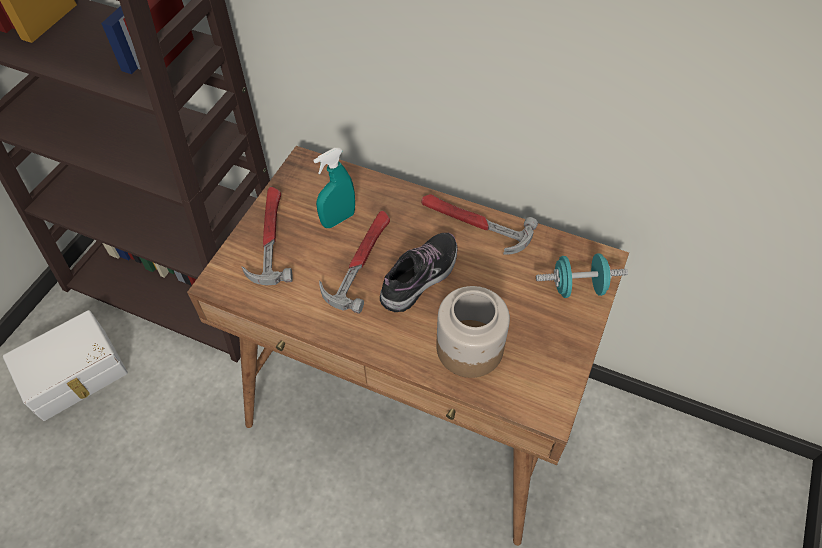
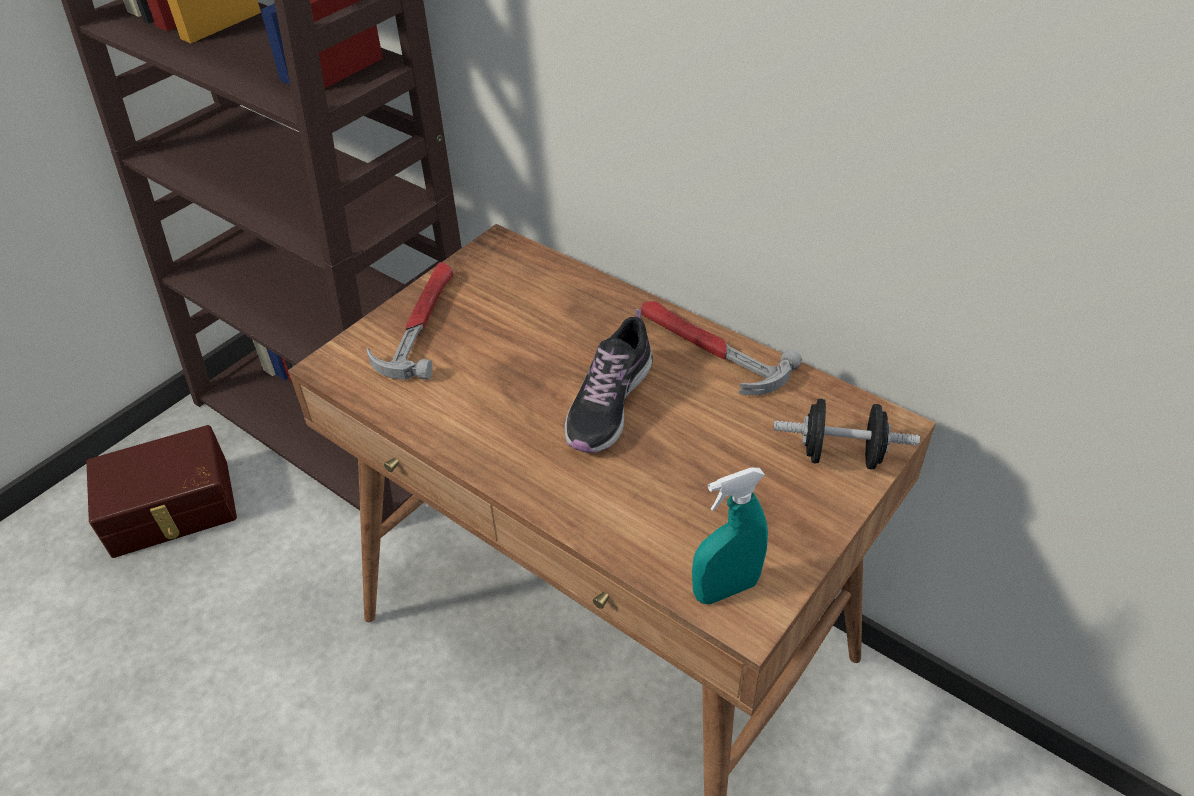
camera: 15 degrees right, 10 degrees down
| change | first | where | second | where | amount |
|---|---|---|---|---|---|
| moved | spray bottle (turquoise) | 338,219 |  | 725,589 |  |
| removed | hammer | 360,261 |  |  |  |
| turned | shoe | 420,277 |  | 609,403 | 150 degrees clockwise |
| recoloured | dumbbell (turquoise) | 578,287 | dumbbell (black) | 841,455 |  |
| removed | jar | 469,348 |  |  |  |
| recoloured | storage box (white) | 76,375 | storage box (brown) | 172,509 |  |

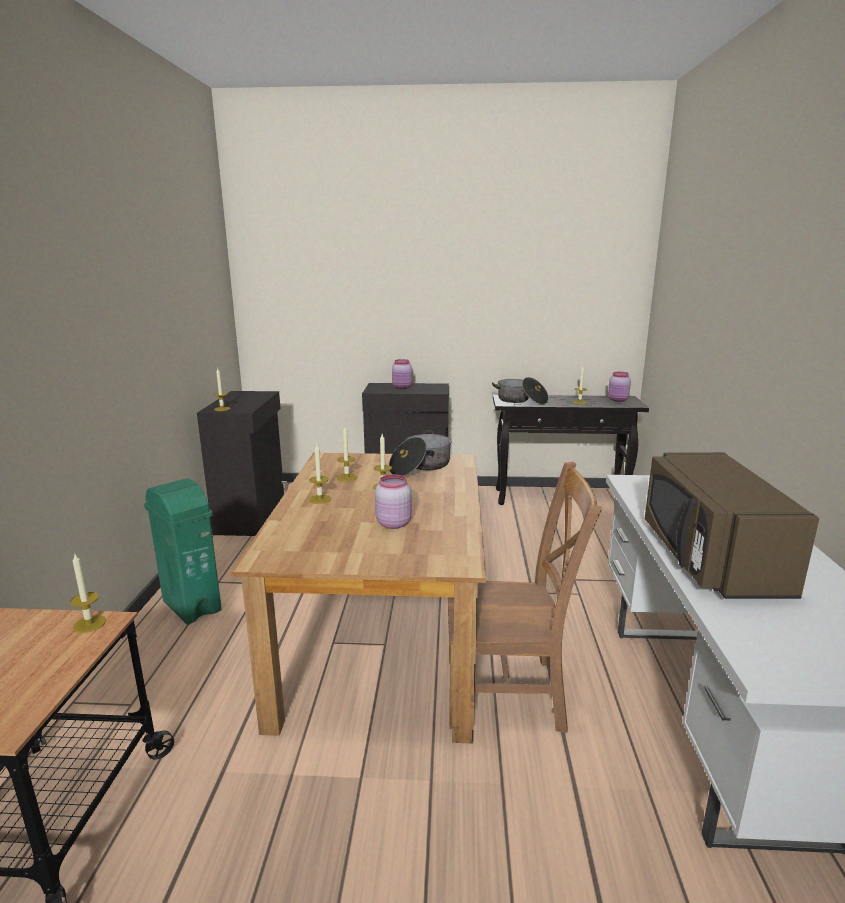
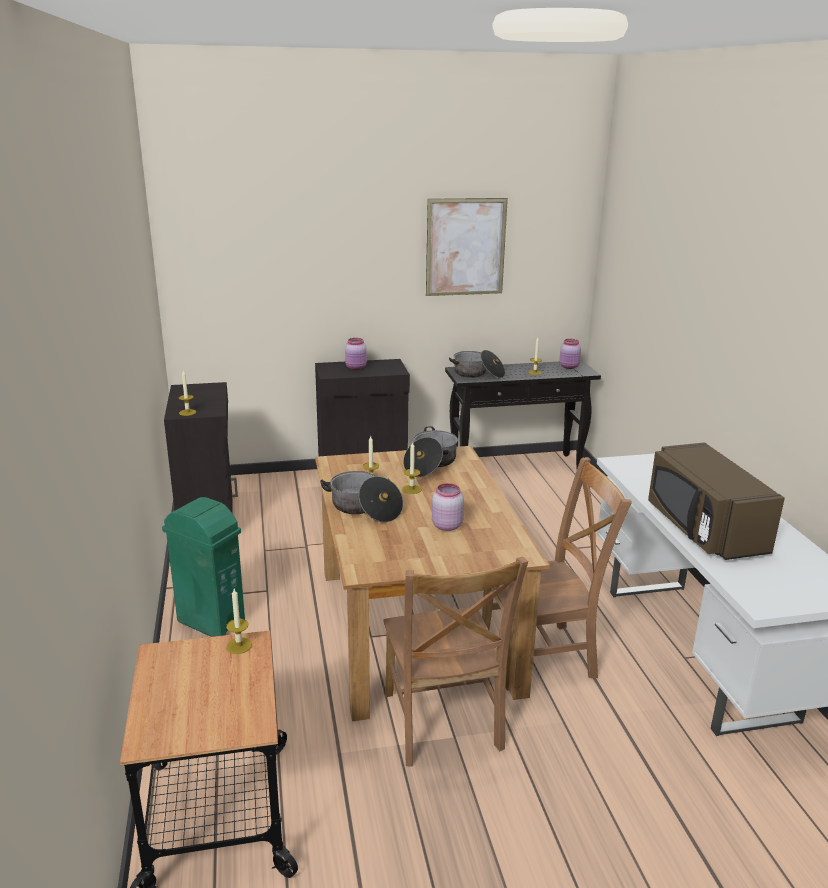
camera: 15 degrees left, 5 degrees up
| change | first | where | second | where | amount |
|---|---|---|---|---|---|
| replaced | candle | 320,499 | cooking pot | 364,508 |  |
| added |  |  | picture | 465,247 |  |
| added |  |  | chair (brown) | 442,724 |  |

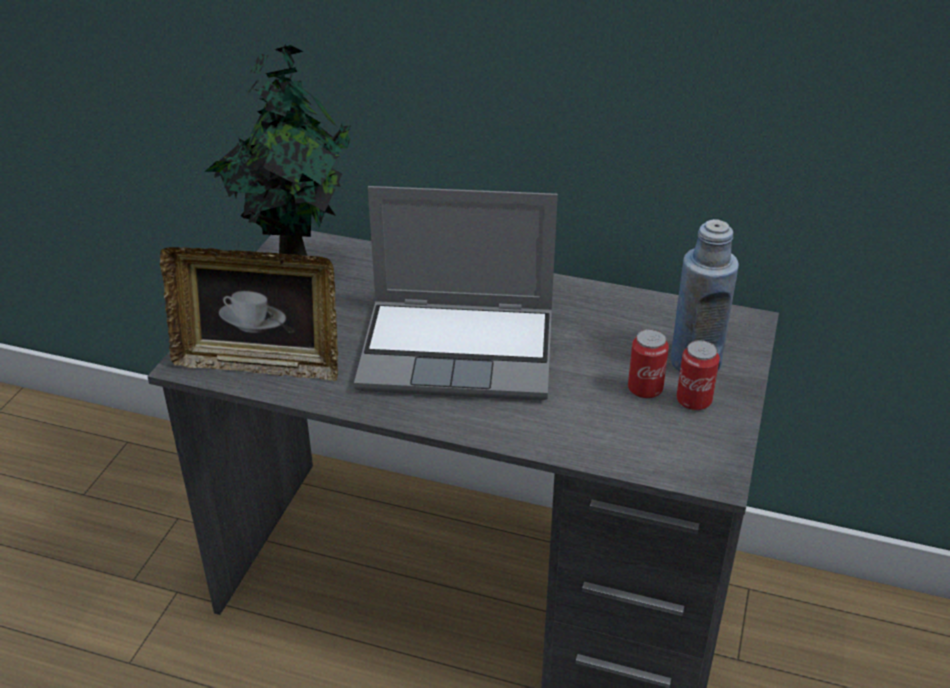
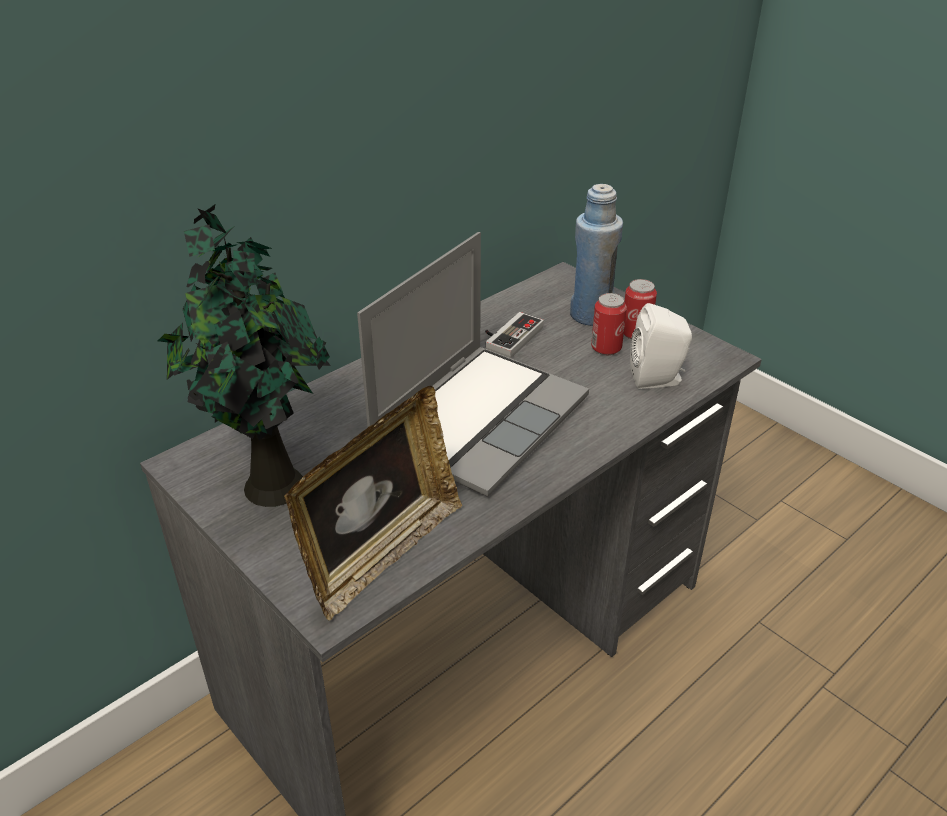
camera: 60 degrees left, 0 degrees up
| change | first | where | second | where | amount |
|---|---|---|---|---|---|
| added |  |  | speaker (white) | 658,379 |  |
| added |  |  | game controller | 508,337 |  |

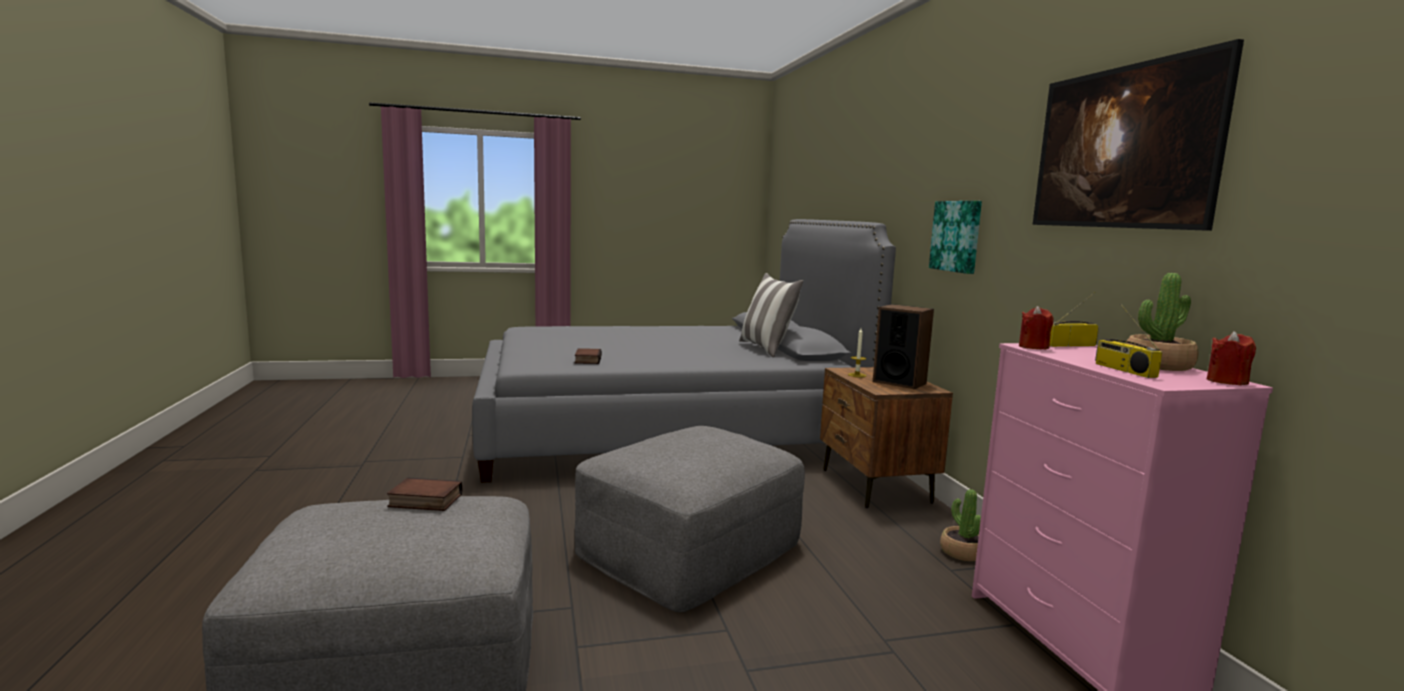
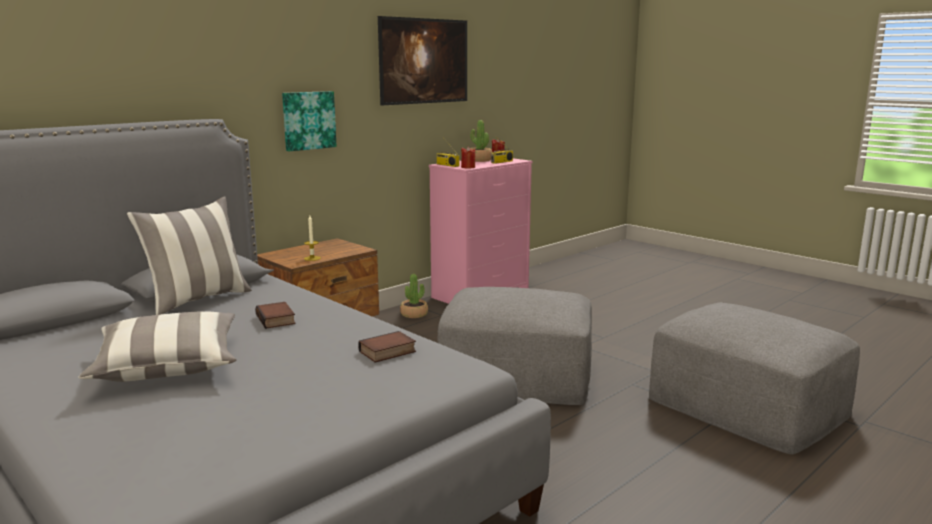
camera: 120 degrees left, 5 degrees up
| change | first | where | second | where | amount |
|---|---|---|---|---|---|
| removed | speaker | 899,382 |  |  |  |
| moved | book | 423,501 |  | 277,319 |  |
| added |  |  | pillow | 168,366 |  |

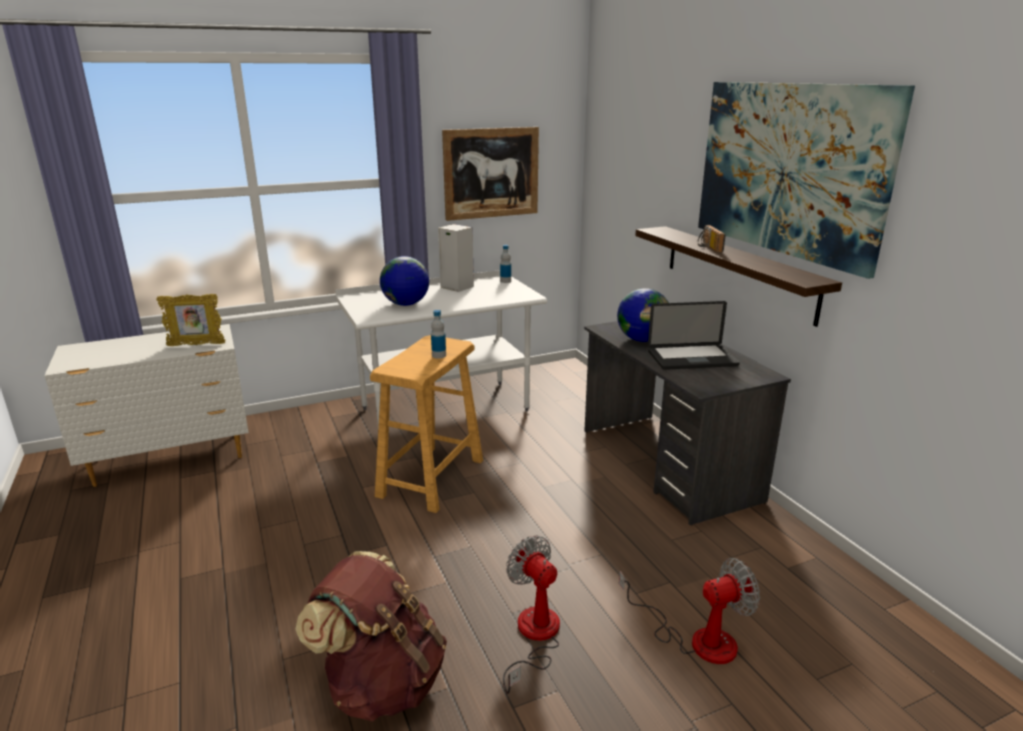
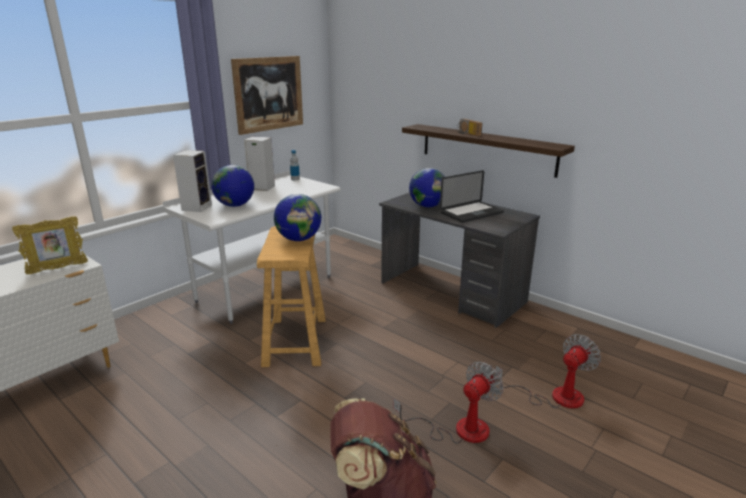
camera: 25 degrees left, 0 degrees up
| change | first | where | second | where | amount |
|---|---|---|---|---|---|
| removed | picture | 788,170 |  |  |  |
| replaced | bottle | 439,355 | globe | 299,239 |  |
| turned | fan | 534,636 |  | 459,429 | 105 degrees clockwise |
| added |  |  | speaker | 197,207 |  |

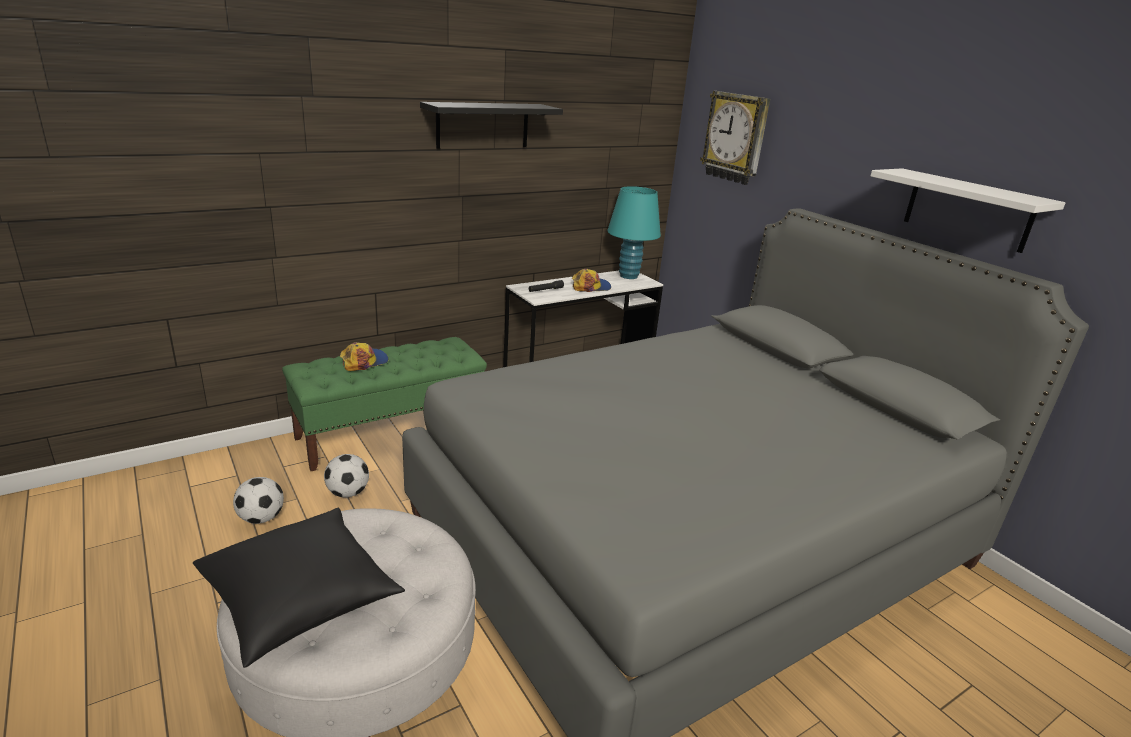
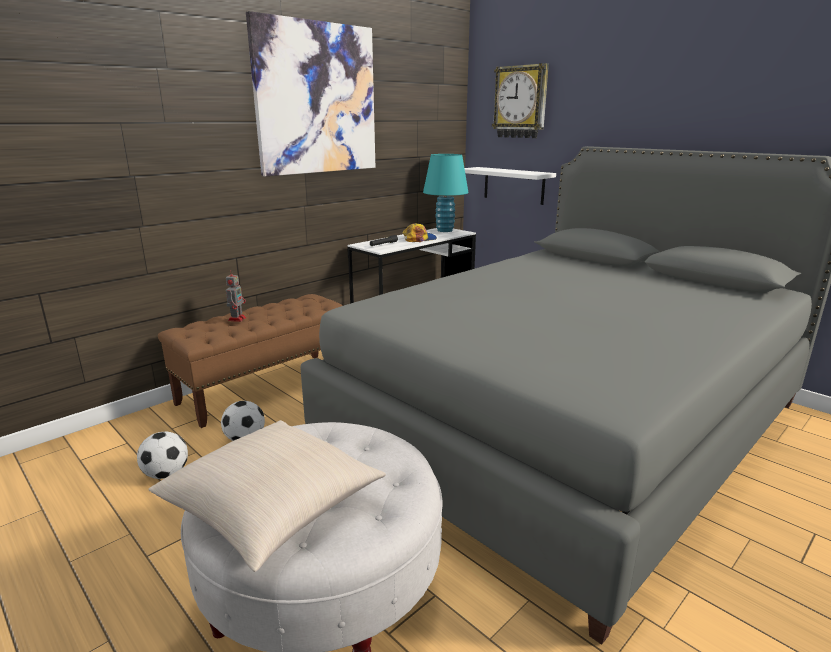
camera: 10 degrees left, 5 degrees down
| change | first | where | second | where | amount |
|---|---|---|---|---|---|
| replaced | shelf (black) | 483,125 | picture | 316,99 |  |
| moved | shelf (white) | 968,210 |  | 513,185 |  |
| recoloured | bench (green) | 391,433 | bench (brown) | 266,387 |  |
| replaced | cap | 364,361 | toy robot | 237,318 |  |
| recoloured | pillow (black) | 300,598 | pillow (beige) | 272,507 |  |

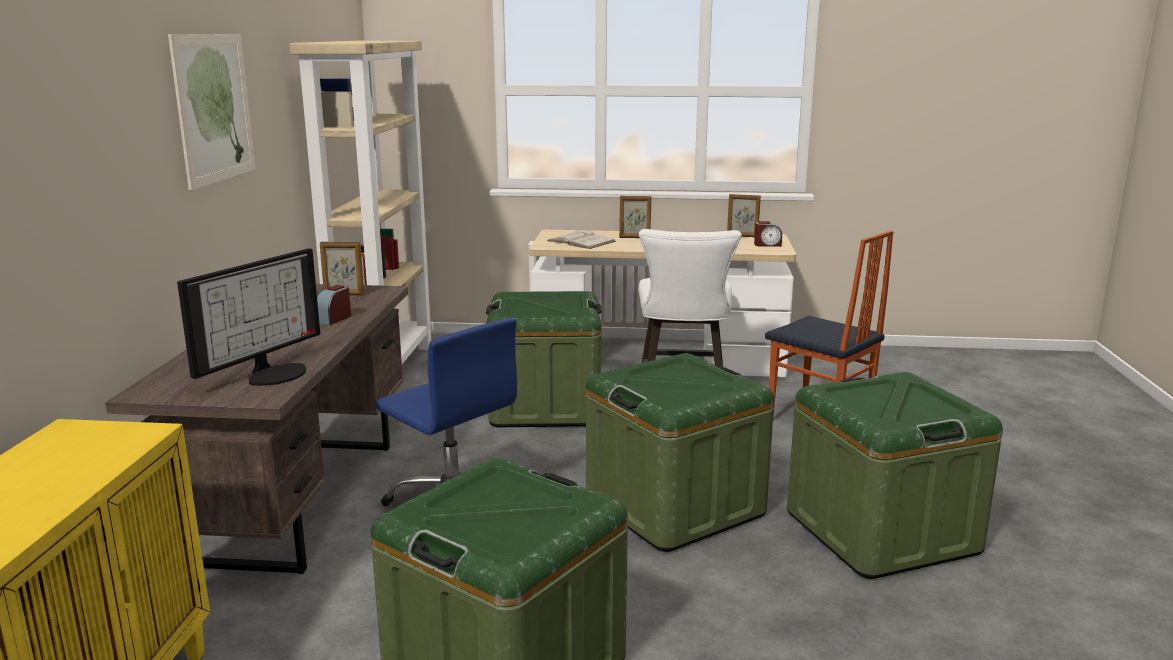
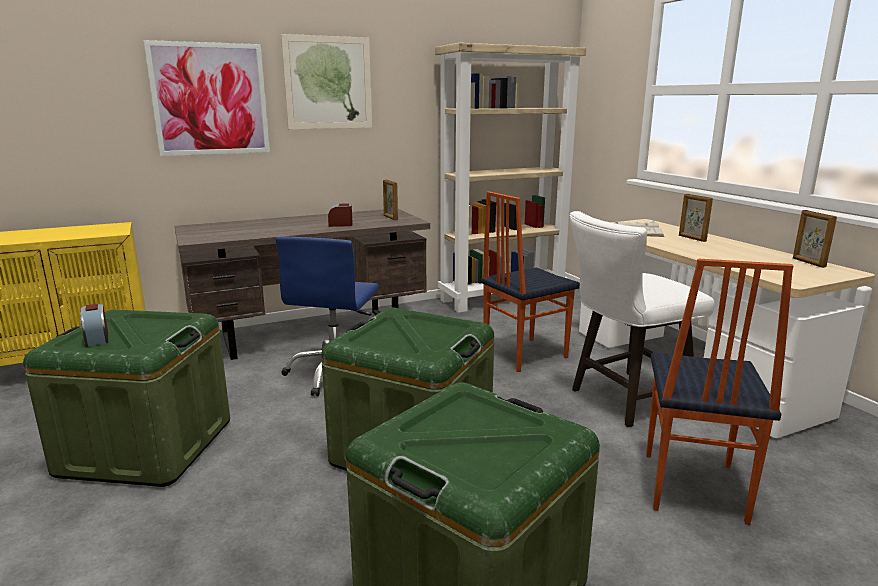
camera: 60 degrees right, 0 degrees up
| change | first | where | second | where | amount |
|---|---|---|---|---|---|
| moved | alarm clock | 767,245 |  | 96,338 |  |
| removed | monitor | 274,373 |  |  |  |
| replaced | storage box (green) | 545,406 | chair | 523,354 |  |
| added |  |  | picture | 210,99 |  |

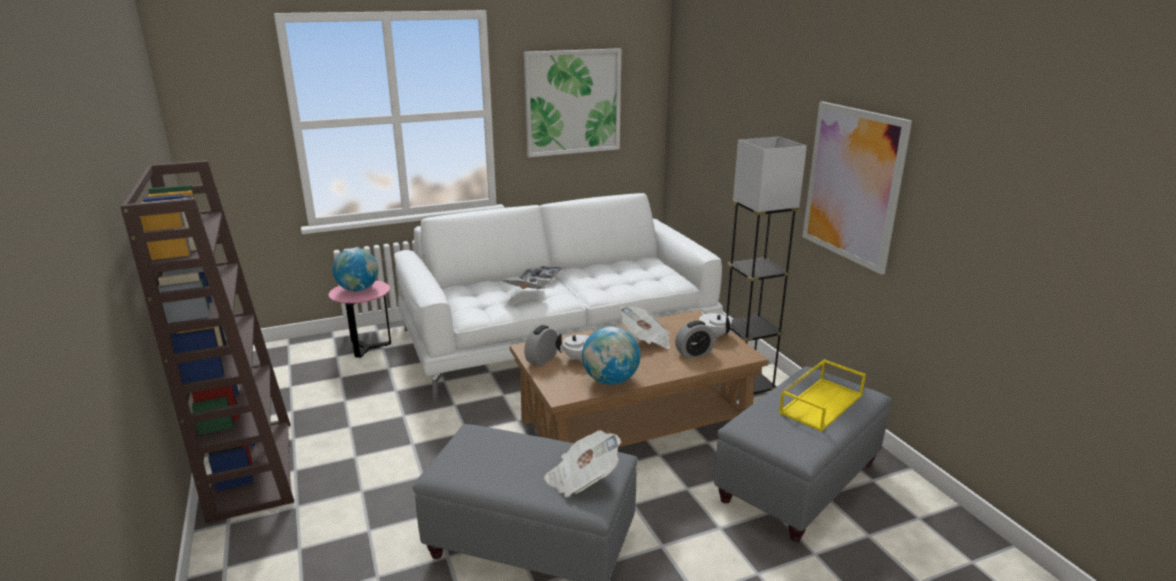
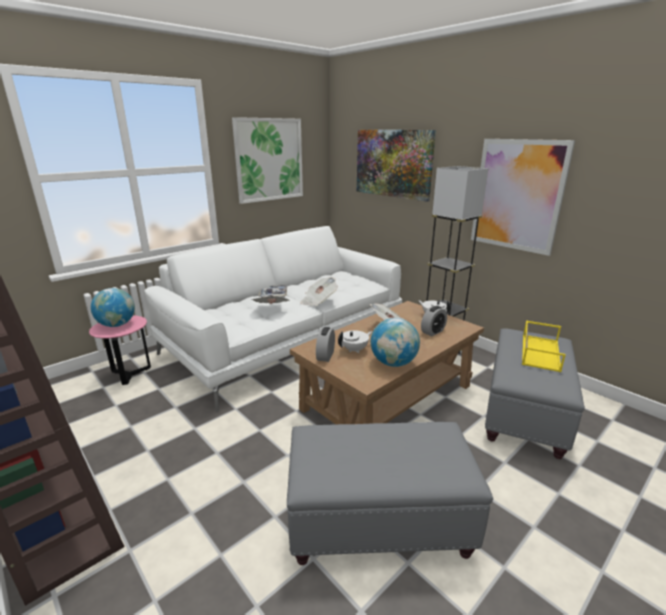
camera: 20 degrees left, 0 degrees up
| change | first | where | second | where | amount |
|---|---|---|---|---|---|
| moved | newspaper | 582,479 |  | 318,301 |  |
| added |  |  | picture | 393,163 |  |

